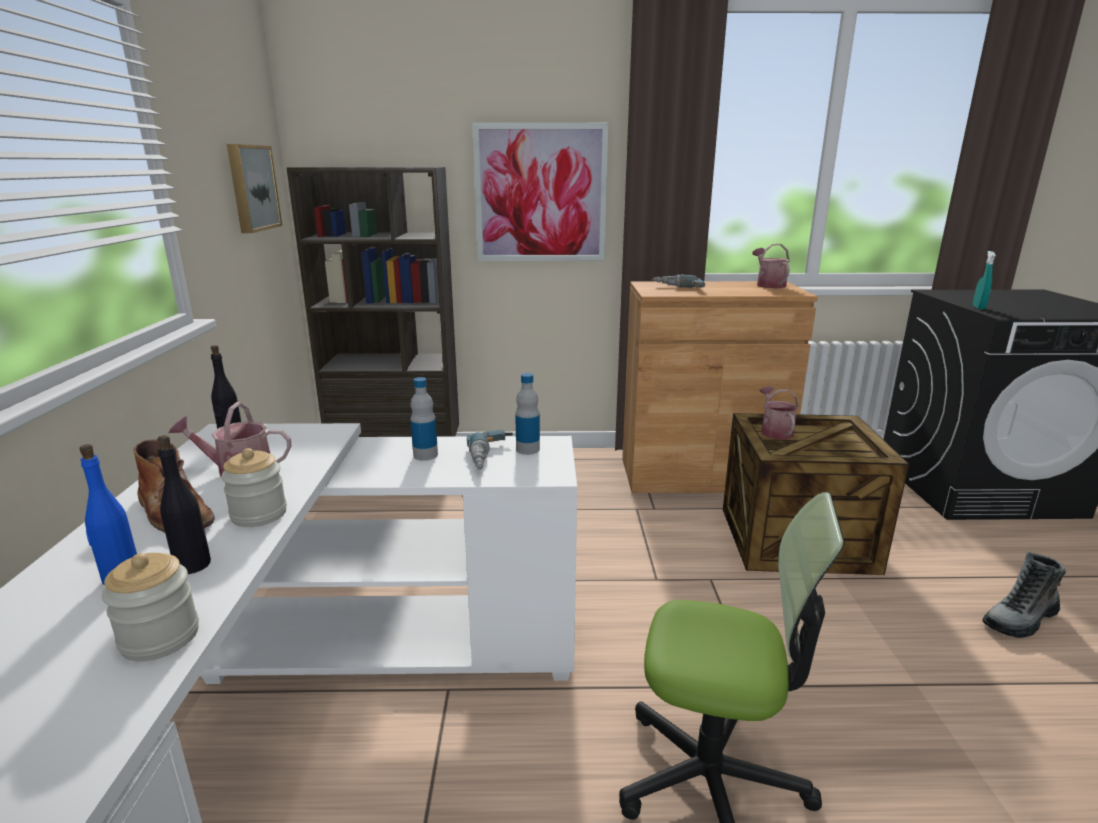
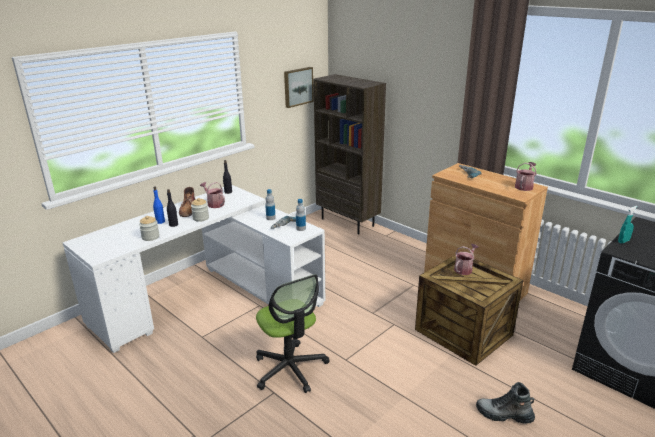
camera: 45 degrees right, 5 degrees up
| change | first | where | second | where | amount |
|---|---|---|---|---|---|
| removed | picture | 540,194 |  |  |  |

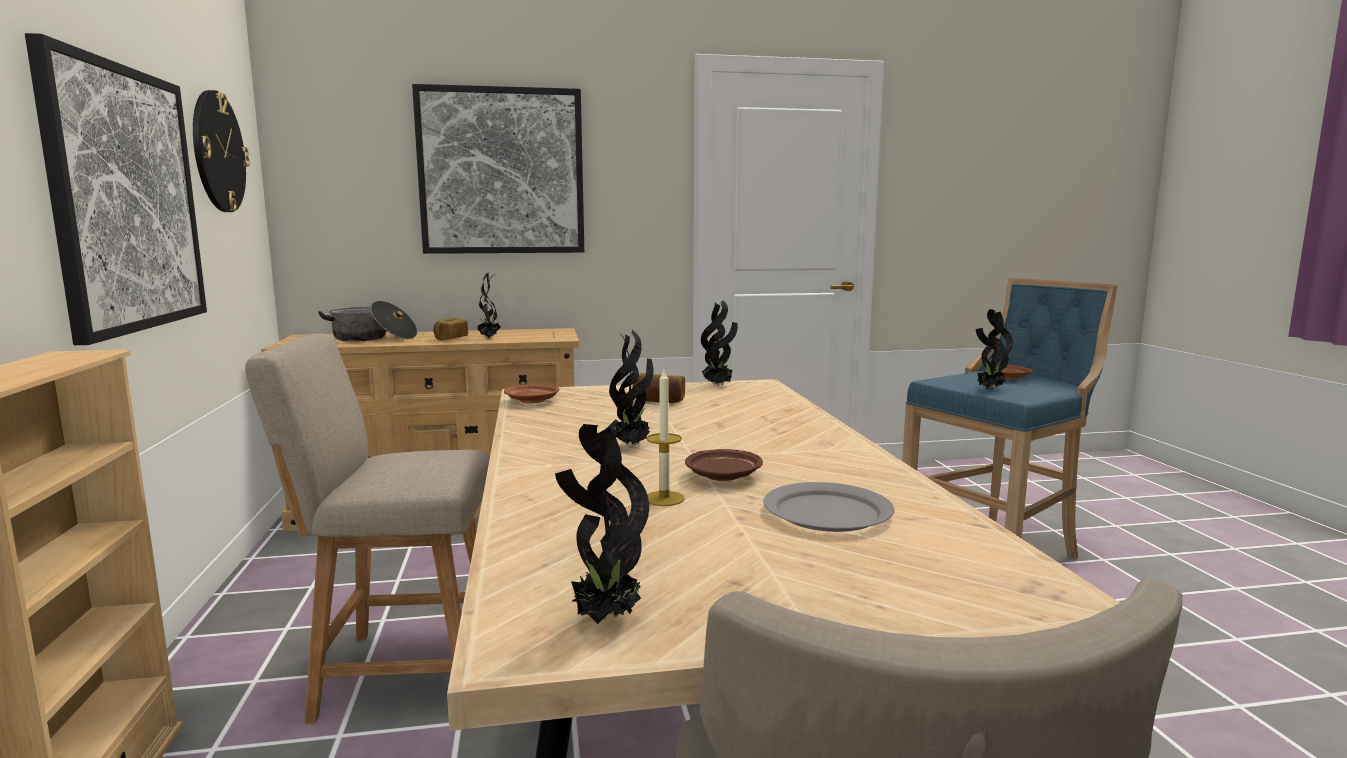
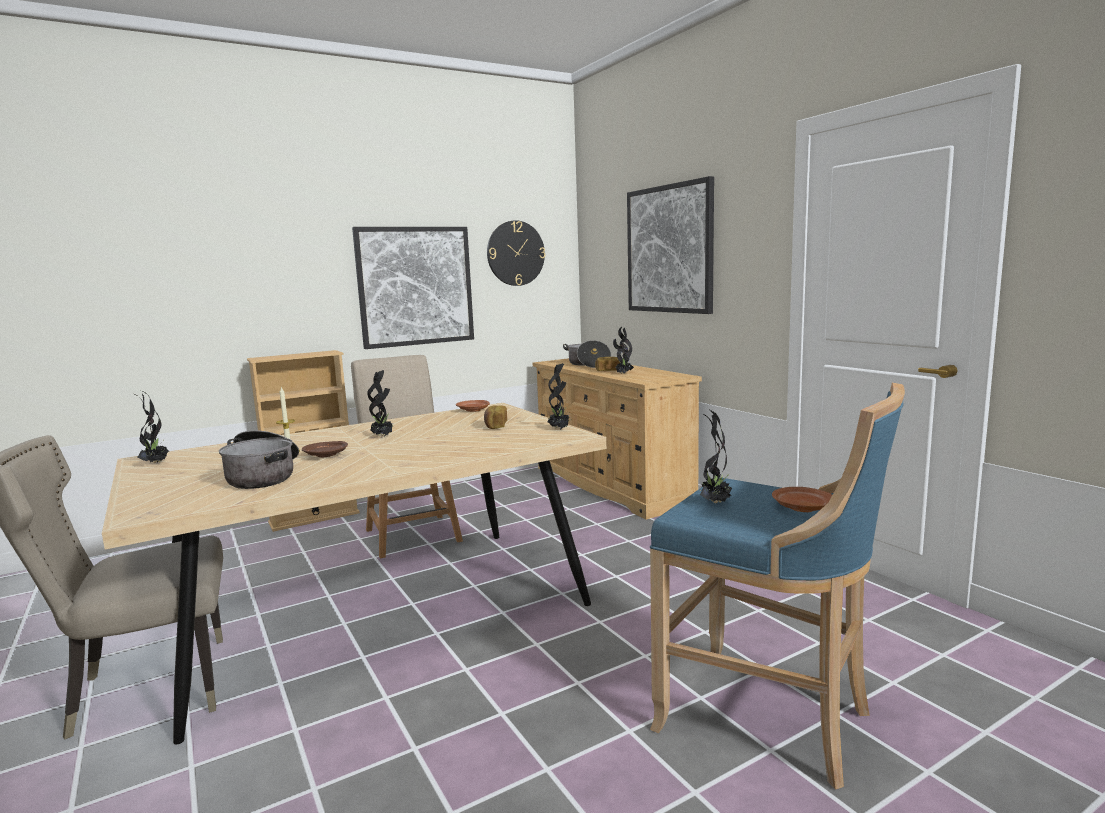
camera: 70 degrees right, 0 degrees up
| change | first | where | second | where | amount |
|---|---|---|---|---|---|
| replaced | plate (grey) | 827,513 | cooking pot | 264,476 |  |

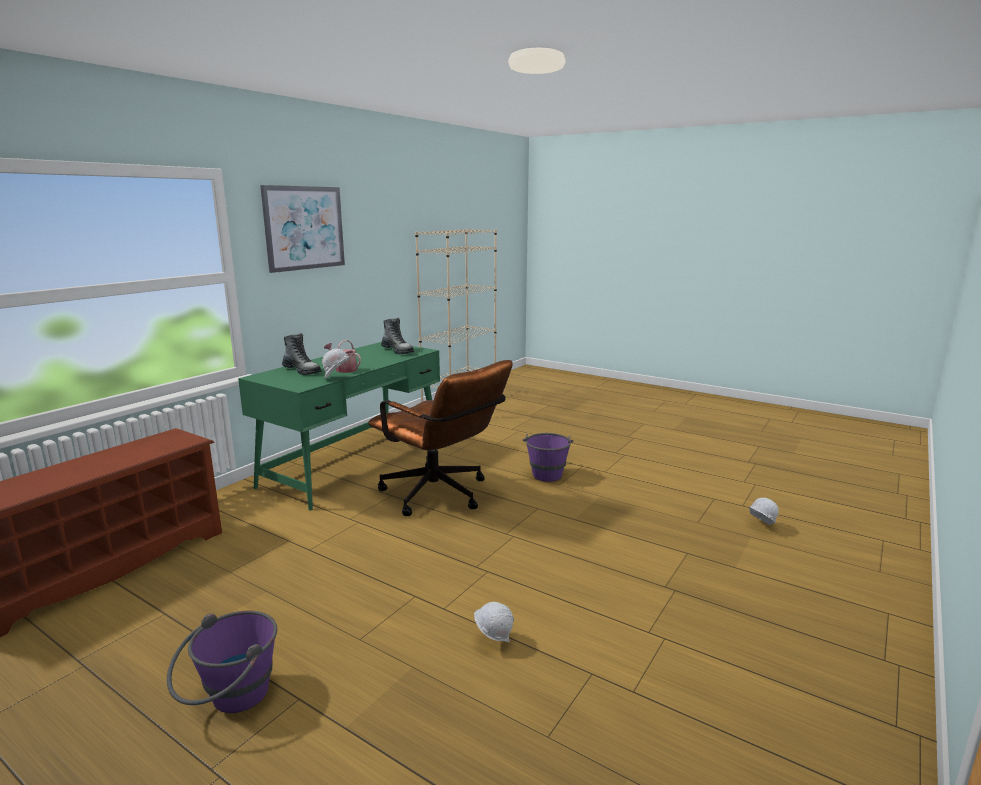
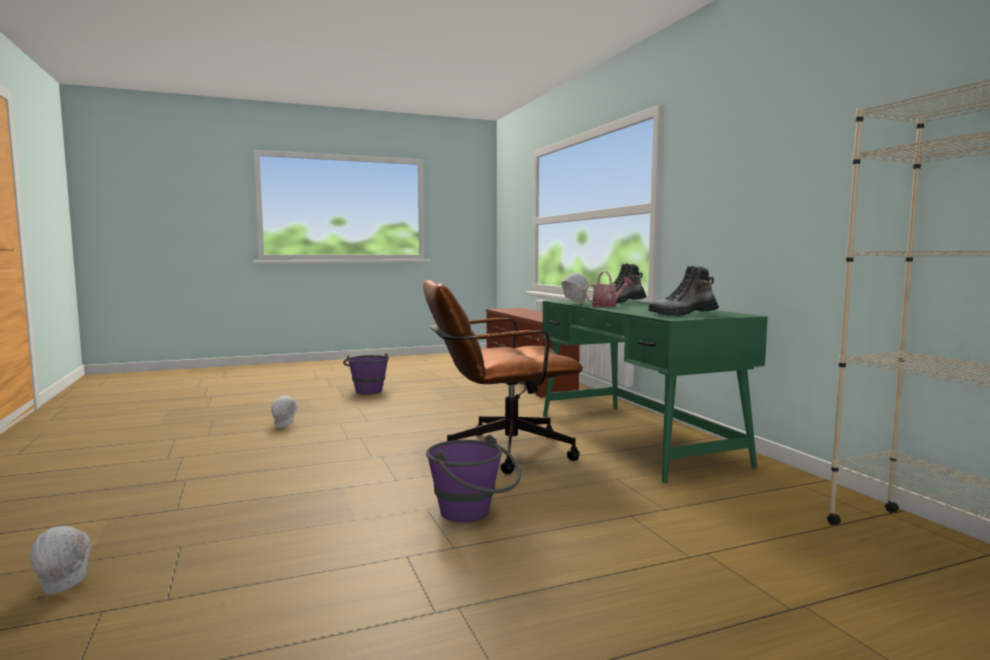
camera: 125 degrees right, 10 degrees down
| change | first | where | second | where | amount |
|---|---|---|---|---|---|
| removed | picture | 304,228 |  |  |  |

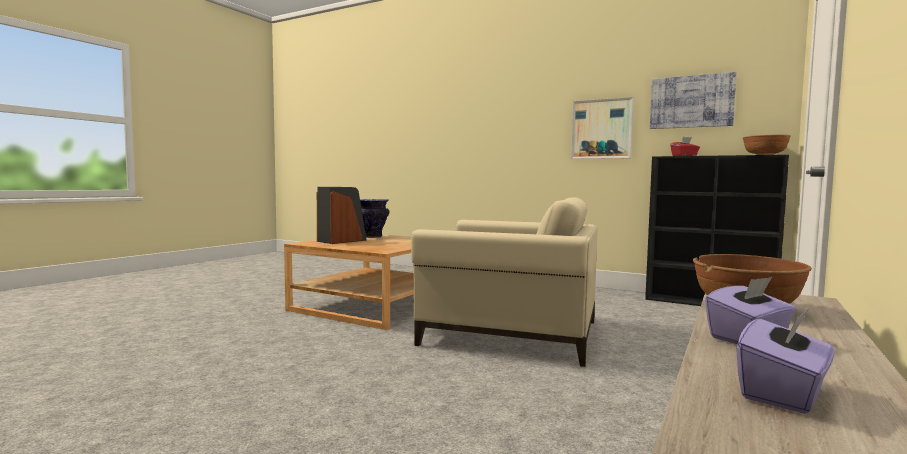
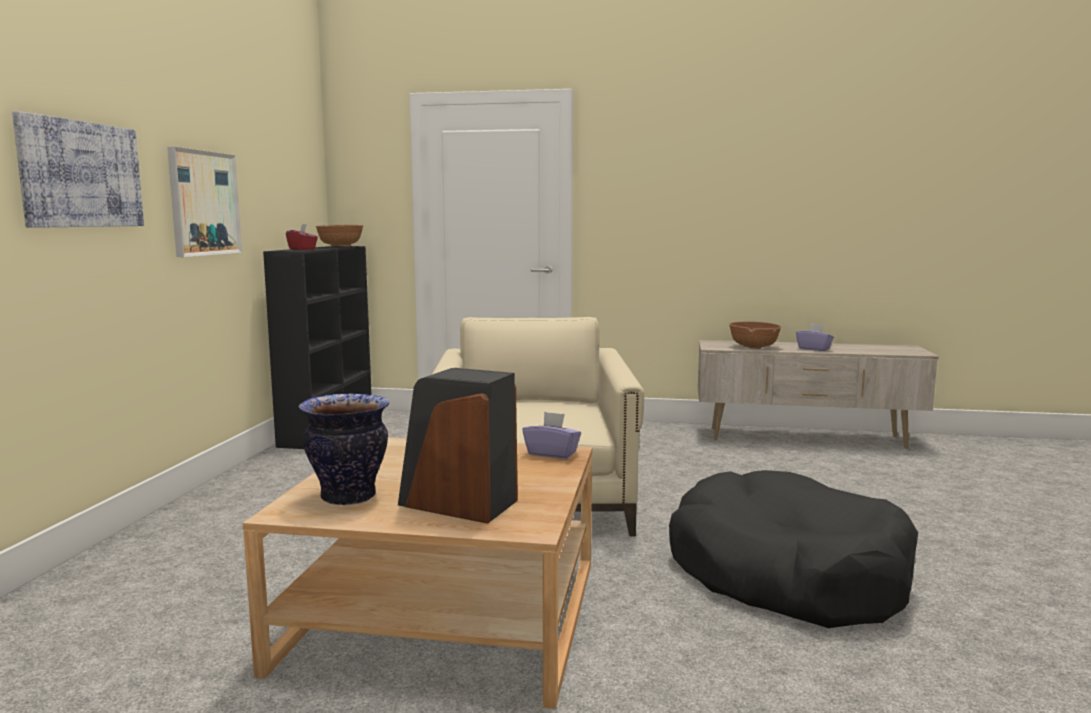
camera: 110 degrees left, 5 degrees up
| change | first | where | second | where | amount |
|---|---|---|---|---|---|
| moved | picture | 691,102 |  | 81,174 |  |
| moved | tissue box (purple) | 783,394 |  | 552,453 |  |
| added |  |  | dog bed (black) | 786,574 |  |

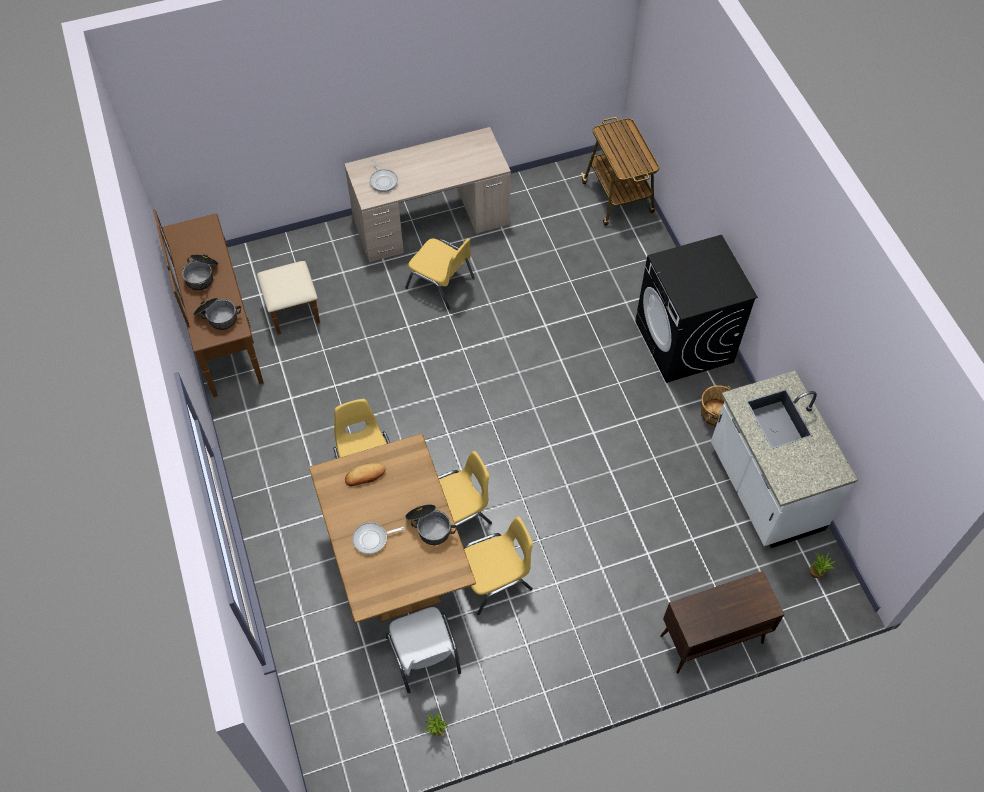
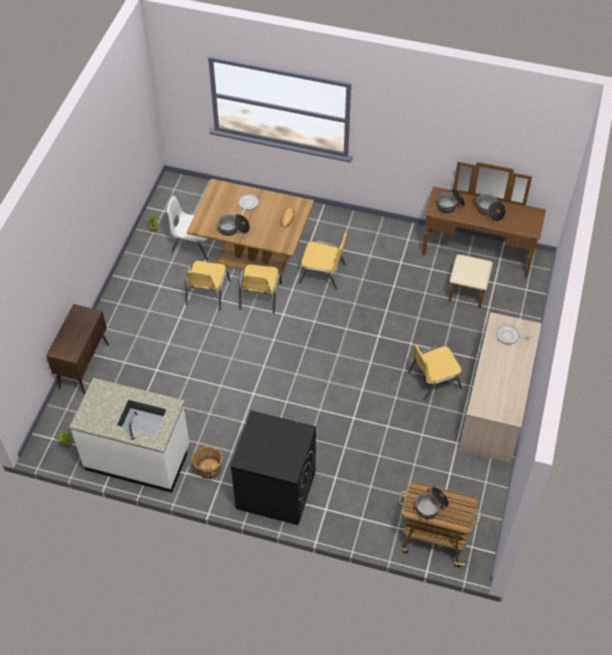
camera: 125 degrees right, 5 degrees down
| change | first | where | second | where | amount |
|---|---|---|---|---|---|
| added |  |  | cooking pot | 431,506 |  |

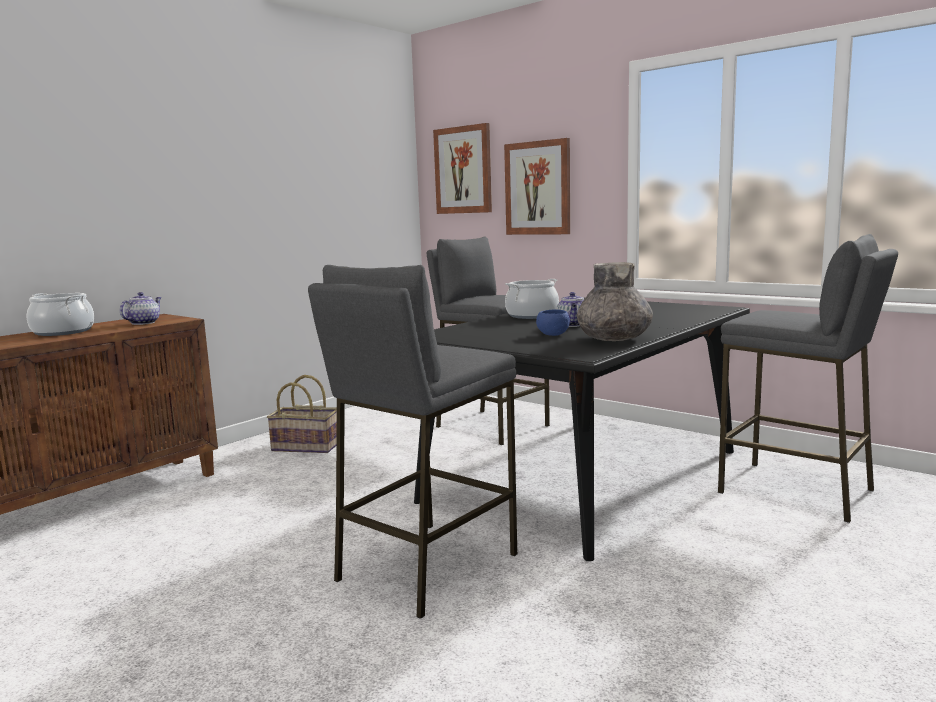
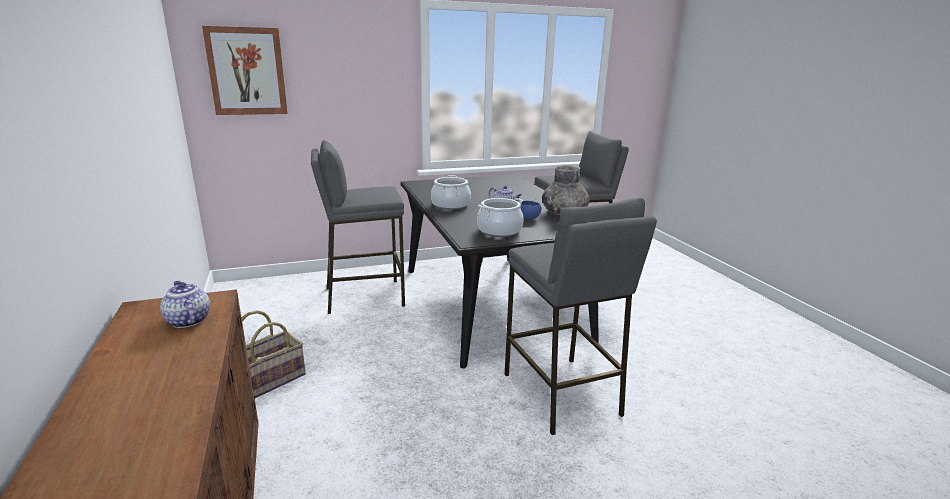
camera: 60 degrees left, 10 degrees up
| change | first | where | second | where | amount |
|---|---|---|---|---|---|
| removed | picture | 538,188 |  |  |  |
| moved | cooking pot | 63,332 |  | 499,231 |  |

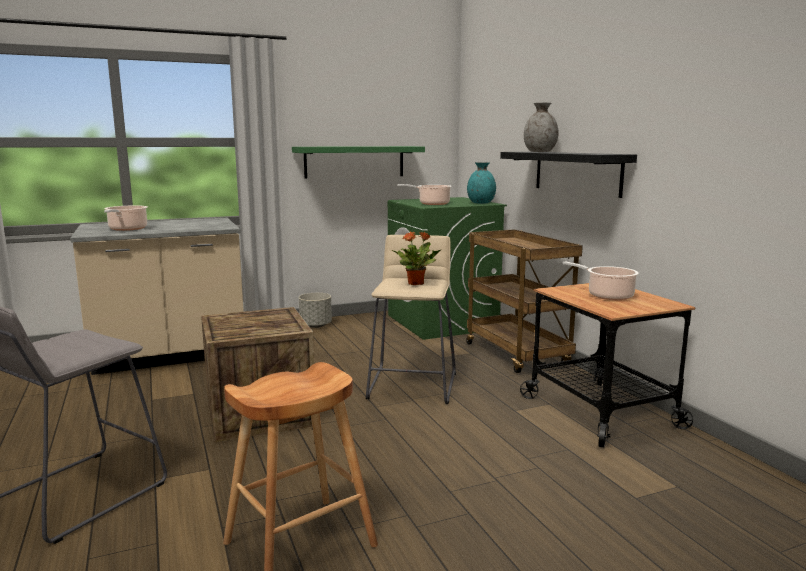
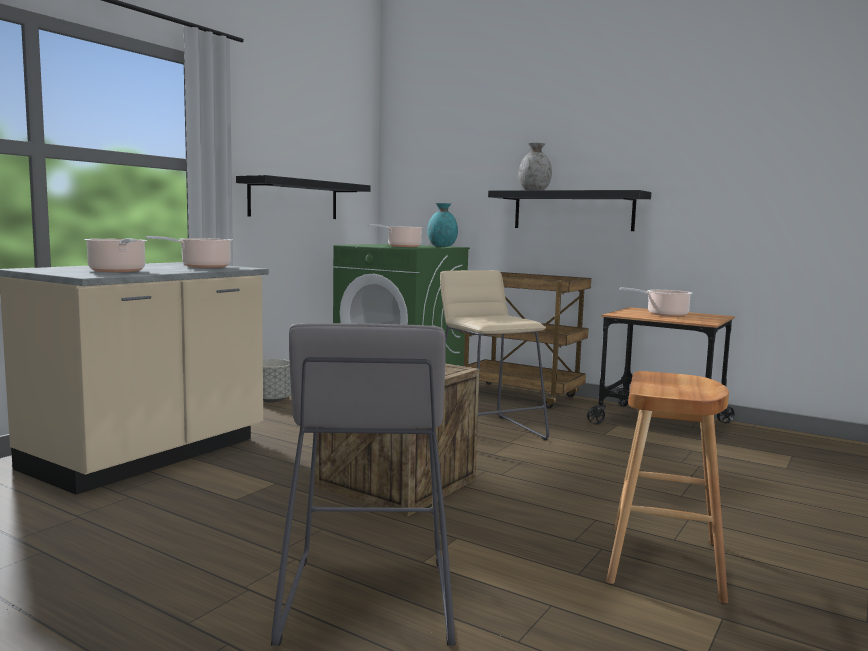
camera: 35 degrees left, 5 degrees down
| change | first | where | second | where | amount |
|---|---|---|---|---|---|
| recoloured | shelf (green) | 354,162 | shelf (black) | 294,199 |  |
| removed | potted plant | 416,283 |  |  |  |
| added |  |  | cooking pot | 202,266 |  |

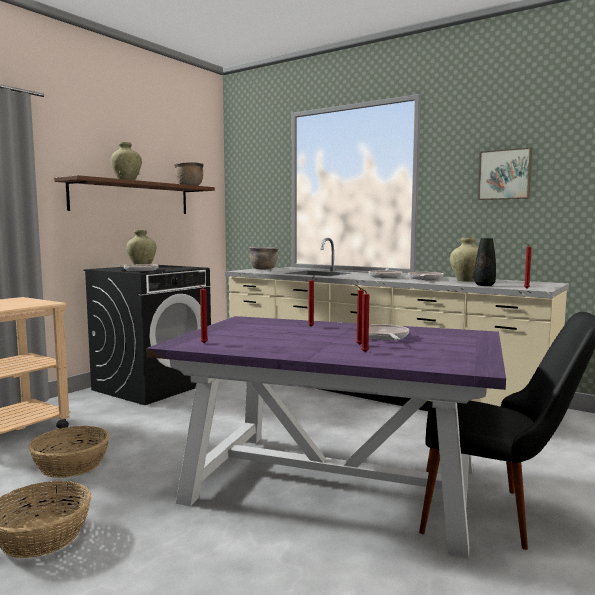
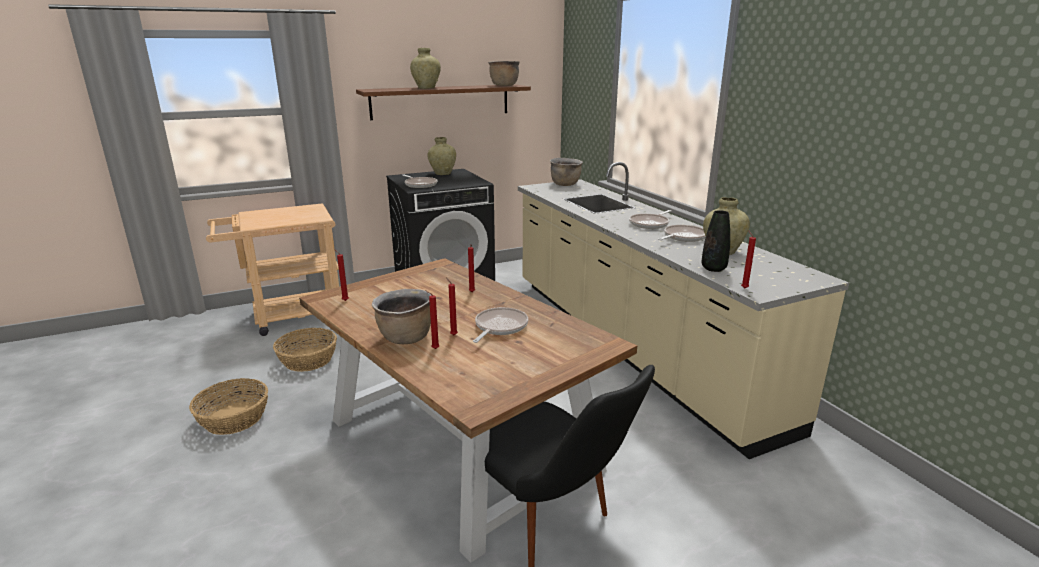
camera: 30 degrees right, 15 degrees up
| change | first | where | second | where | amount |
|---|---|---|---|---|---|
| removed | picture | 505,174 |  |  |  |
| recoloured | dining table (purple) | 336,484 | dining table (brown) | 462,445 |  |
| added |  |  | cooking pot (brown) | 405,338 |  |

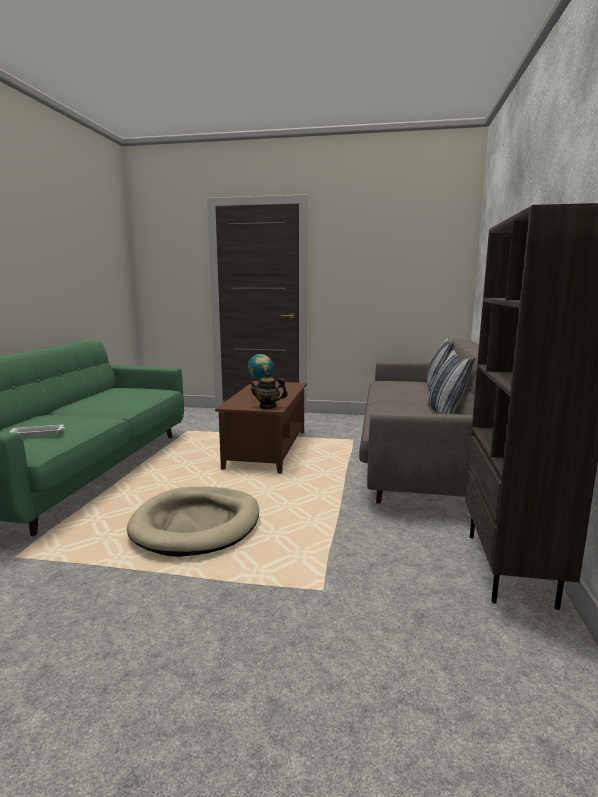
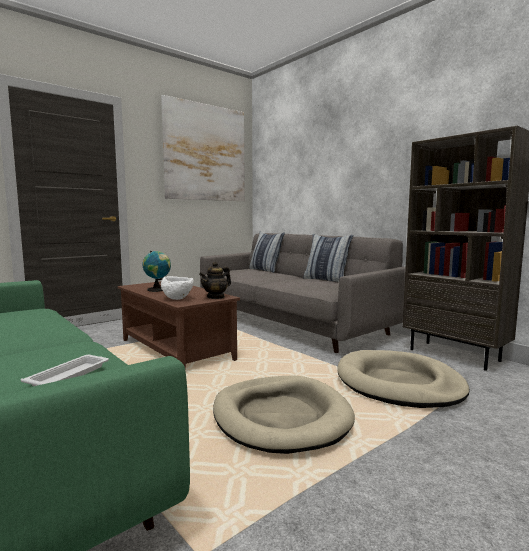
camera: 50 degrees left, 5 degrees down
| change | first | where | second | where | amount |
|---|---|---|---|---|---|
| added |  |  | picture | 205,153 |  |
| added |  |  | bowl (white) | 178,298 |  |
| added |  |  | dog bed (beige) | 398,383 |  |

